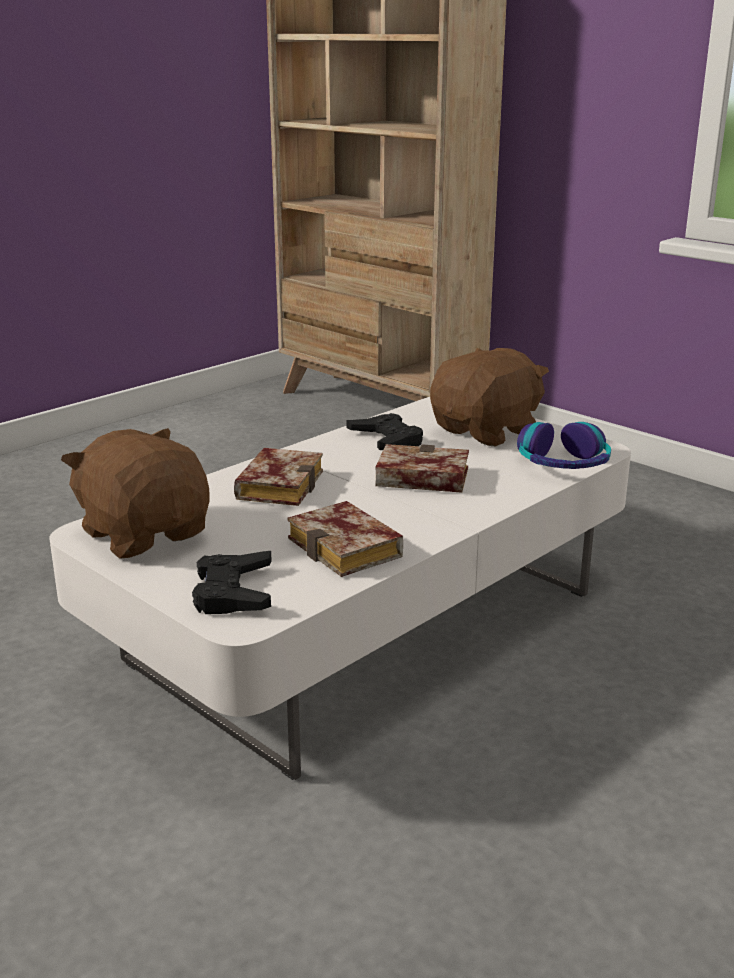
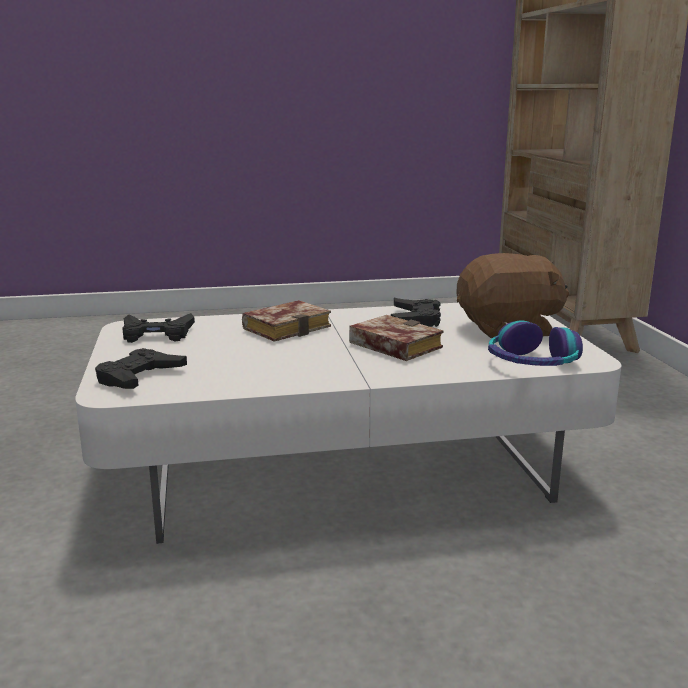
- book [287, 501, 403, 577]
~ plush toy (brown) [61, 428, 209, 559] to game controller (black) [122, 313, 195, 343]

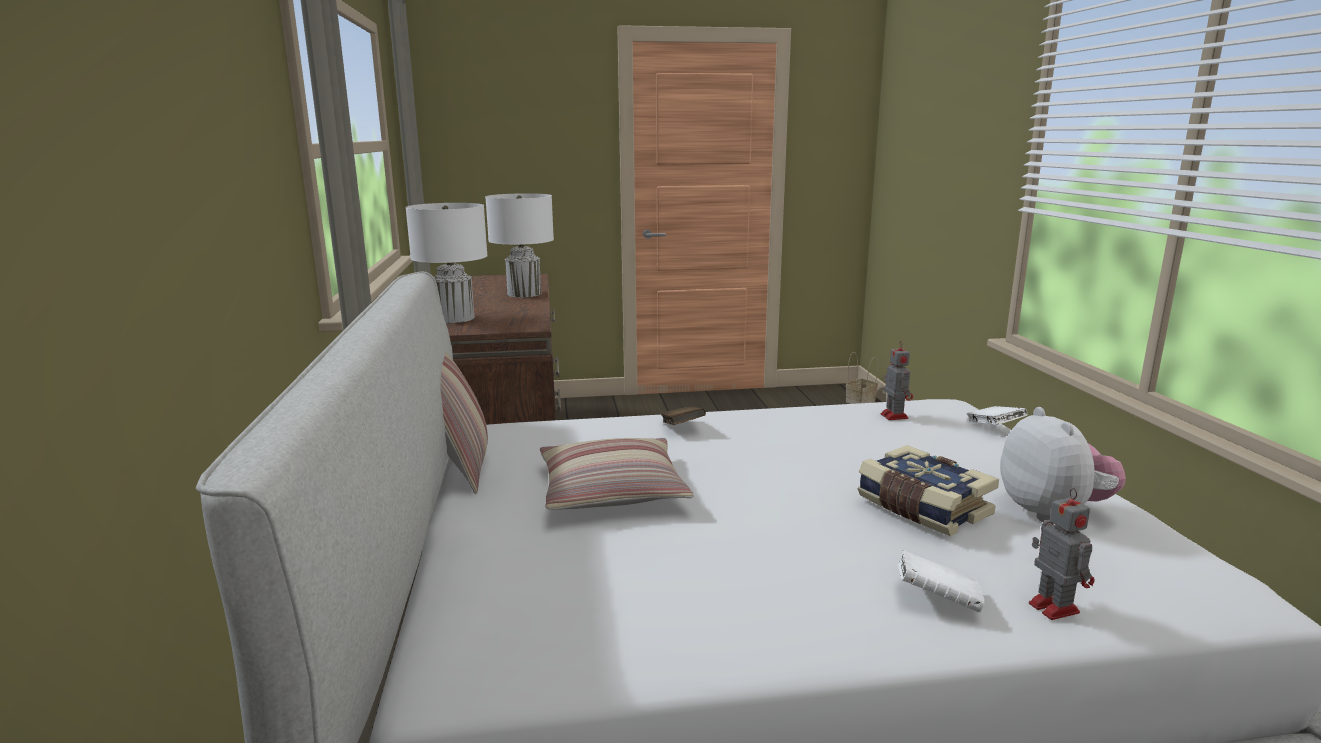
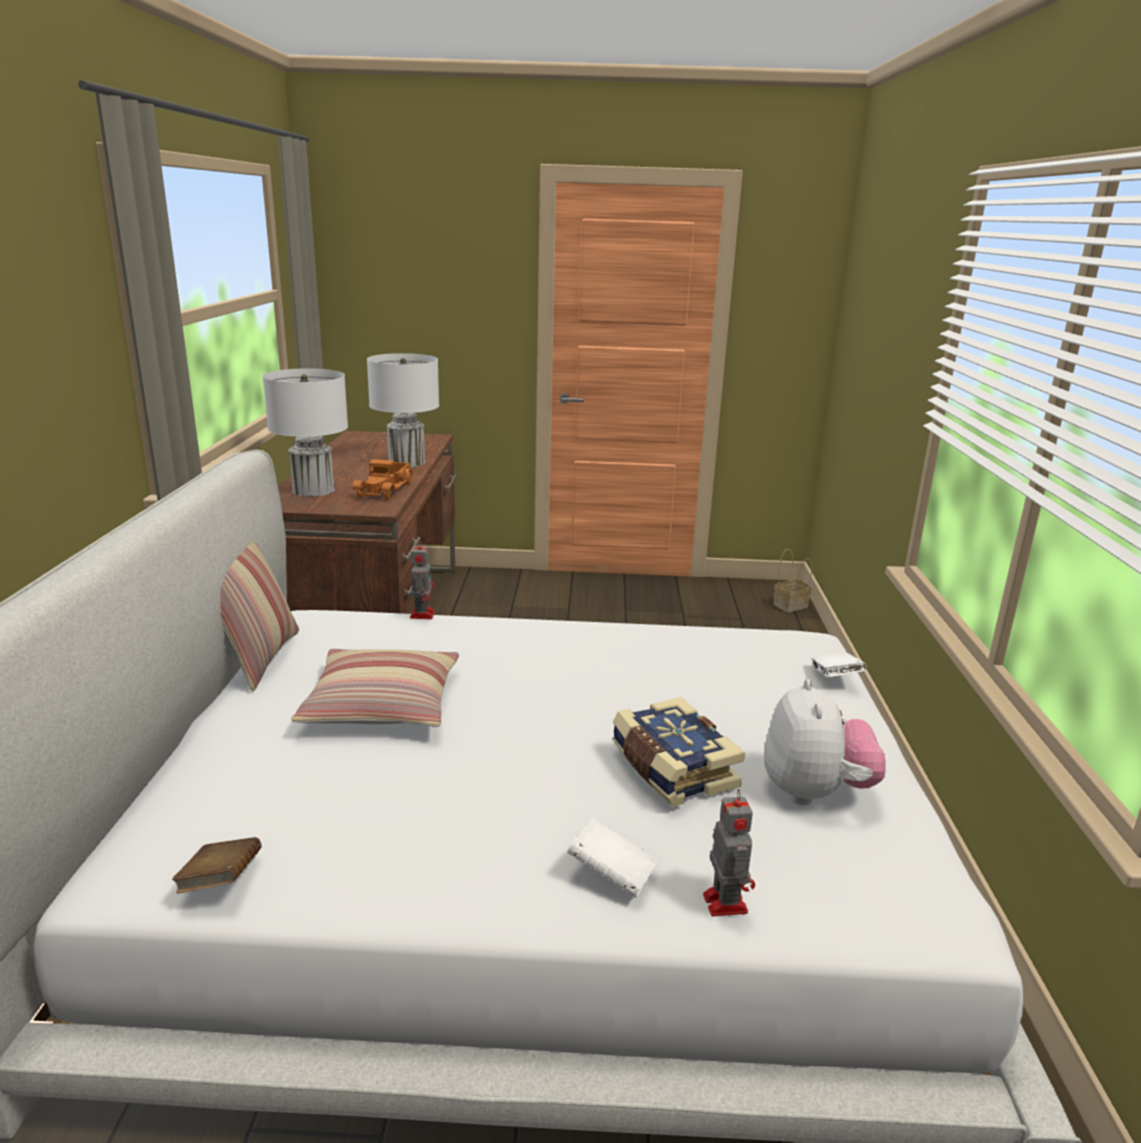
+ toy truck [352, 459, 414, 500]
~ book (brown) [661, 406, 706, 425] to [172, 837, 262, 893]
~ toy robot [881, 341, 913, 420] to [410, 539, 435, 619]

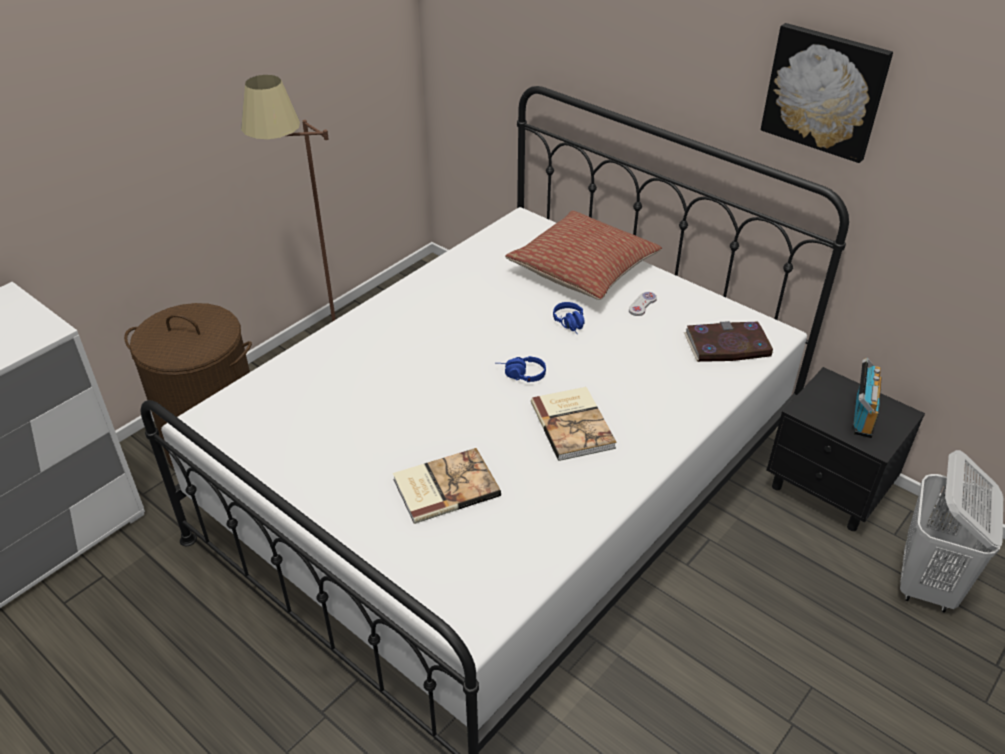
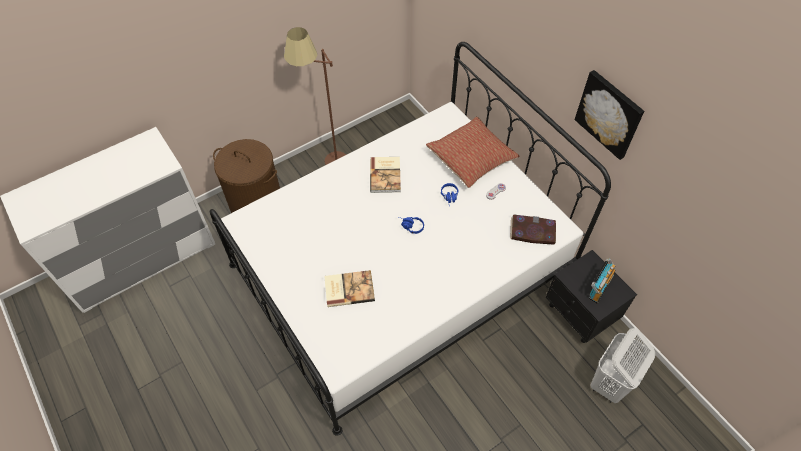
~ book [531, 387, 617, 461] to [370, 157, 401, 193]

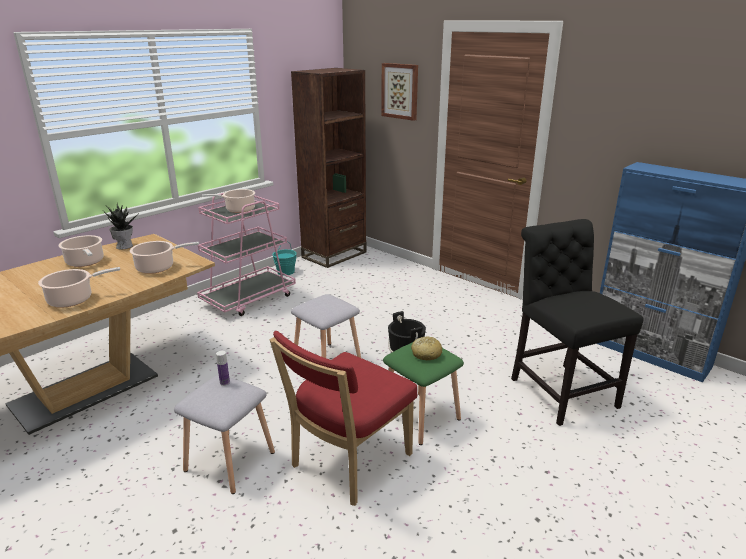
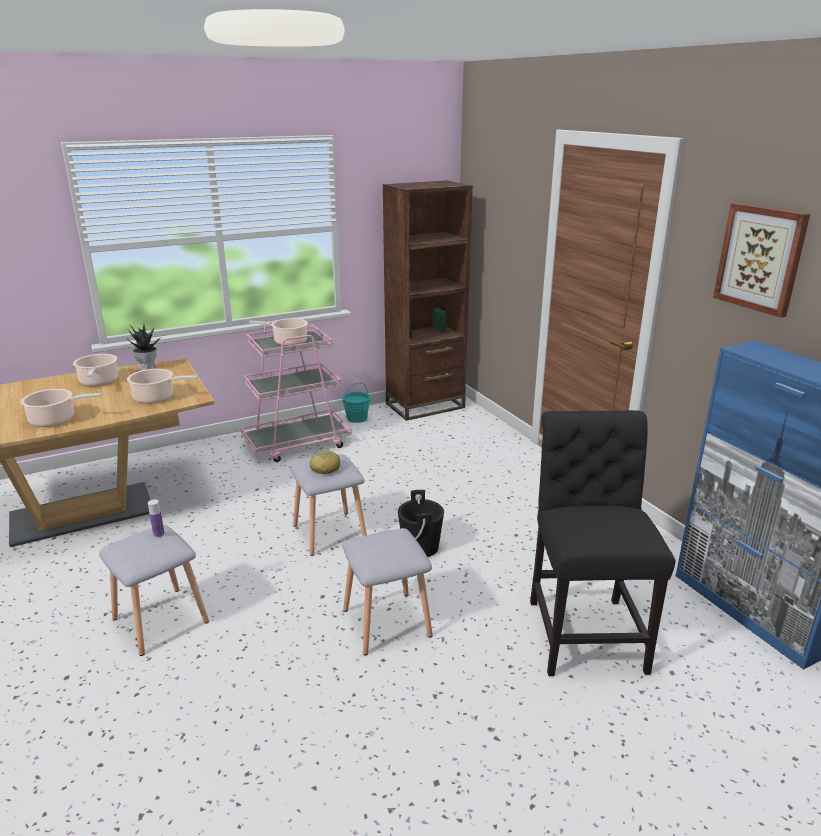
- chair (red) [270, 331, 418, 506]
~ picture [381, 63, 418, 121] to [713, 203, 810, 318]
~ bread [411, 336, 442, 361] to [309, 451, 340, 474]
~ stool (green) [383, 342, 464, 445] to stool (grey) [342, 528, 433, 656]

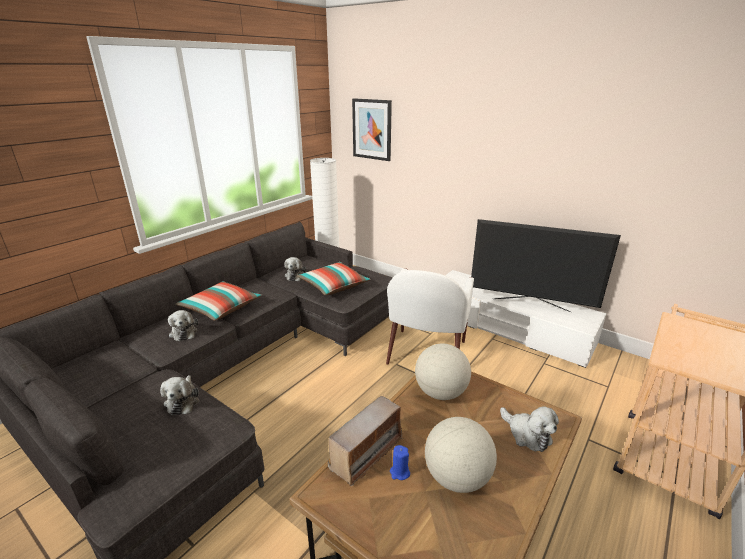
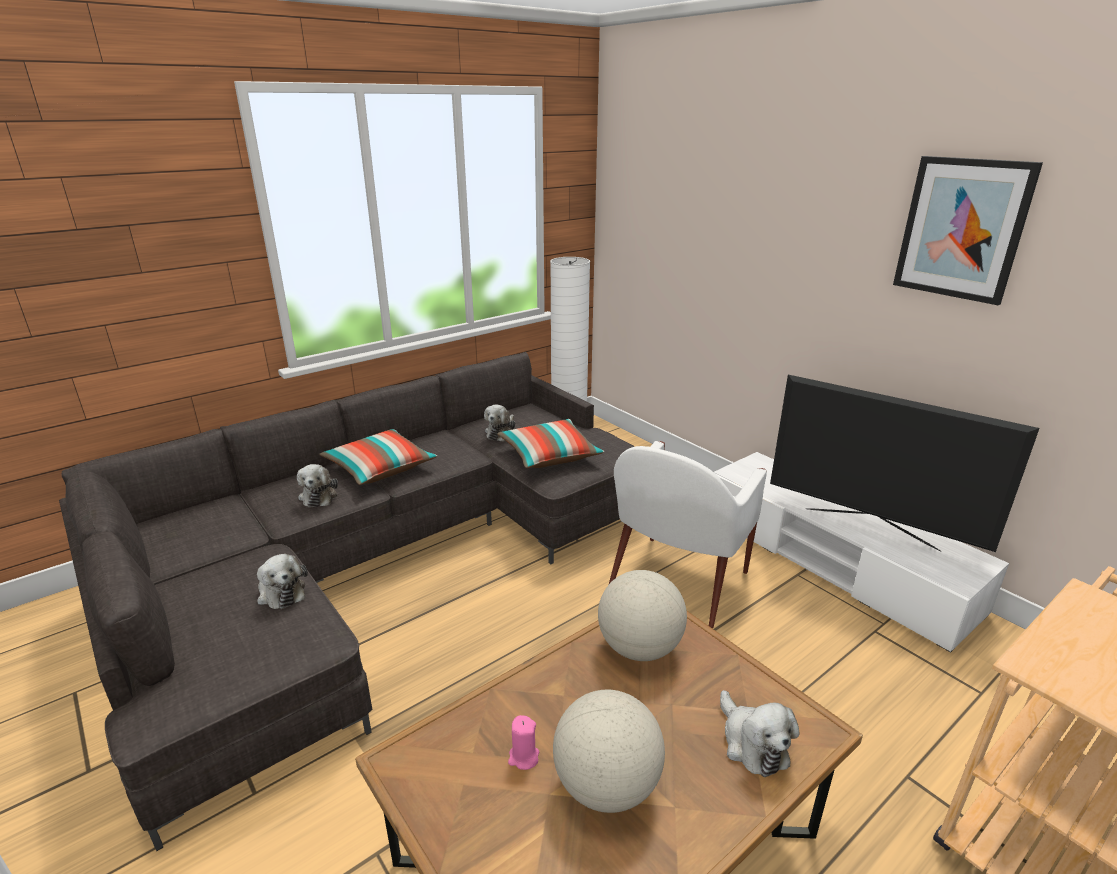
- radio [327, 395, 403, 486]
~ picture [352, 98, 392, 161] to [893, 156, 1043, 305]
~ candle (blue) [390, 445, 410, 480] to candle (pink) [508, 715, 539, 770]
~ plush toy [160, 375, 199, 416] = [257, 554, 308, 609] 45 degrees counterclockwise

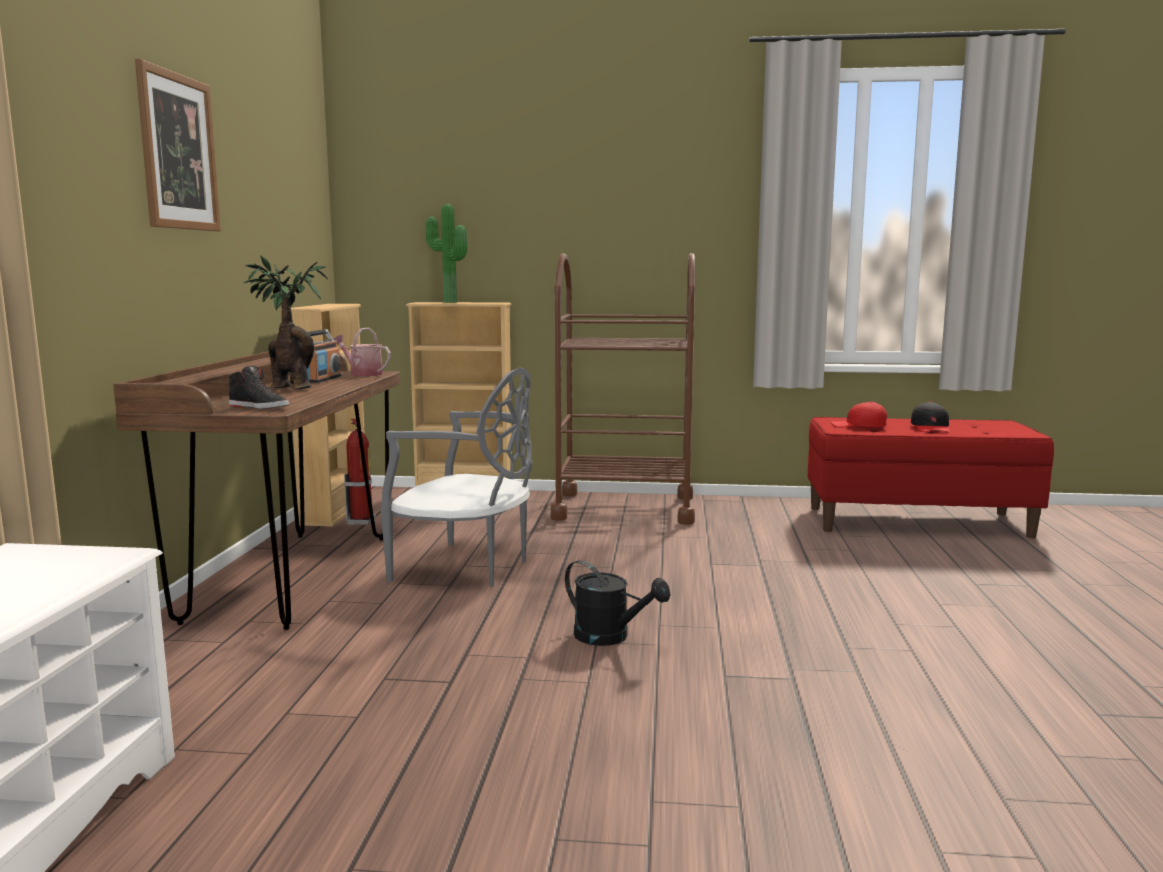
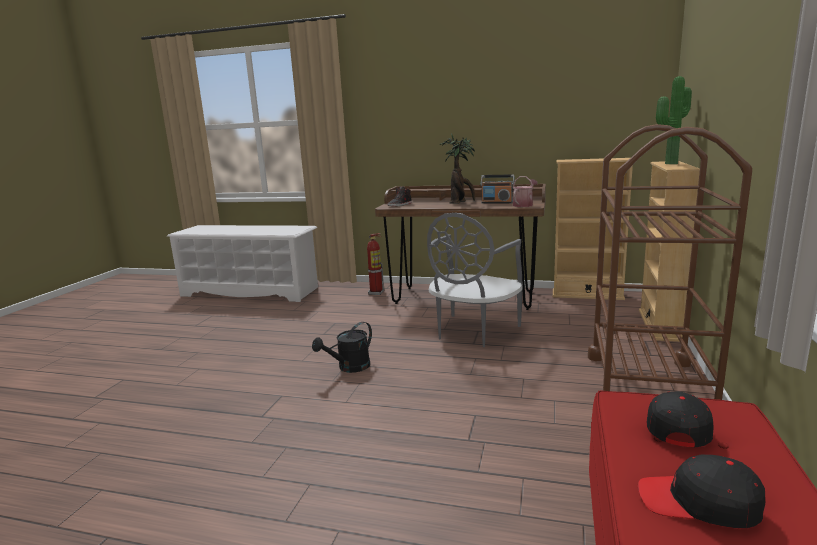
- picture [135, 59, 221, 231]
~ fire extinguisher [344, 419, 376, 525] to [367, 233, 384, 295]
~ cap (red) [831, 402, 887, 427] to cap (black) [646, 392, 714, 447]

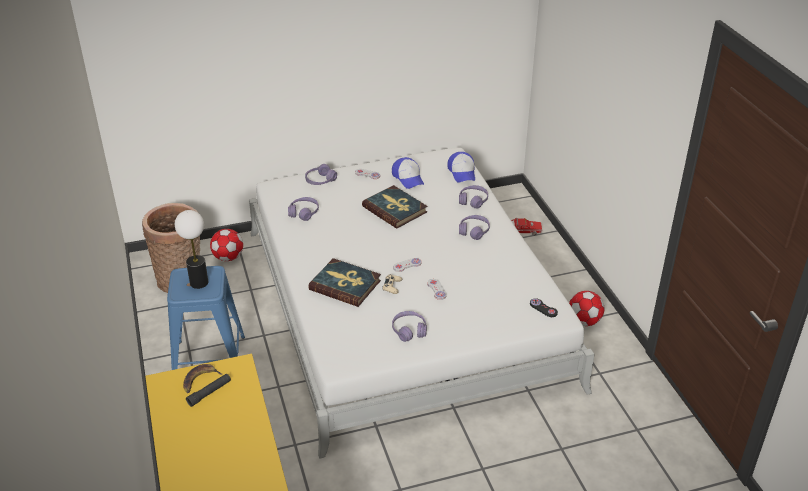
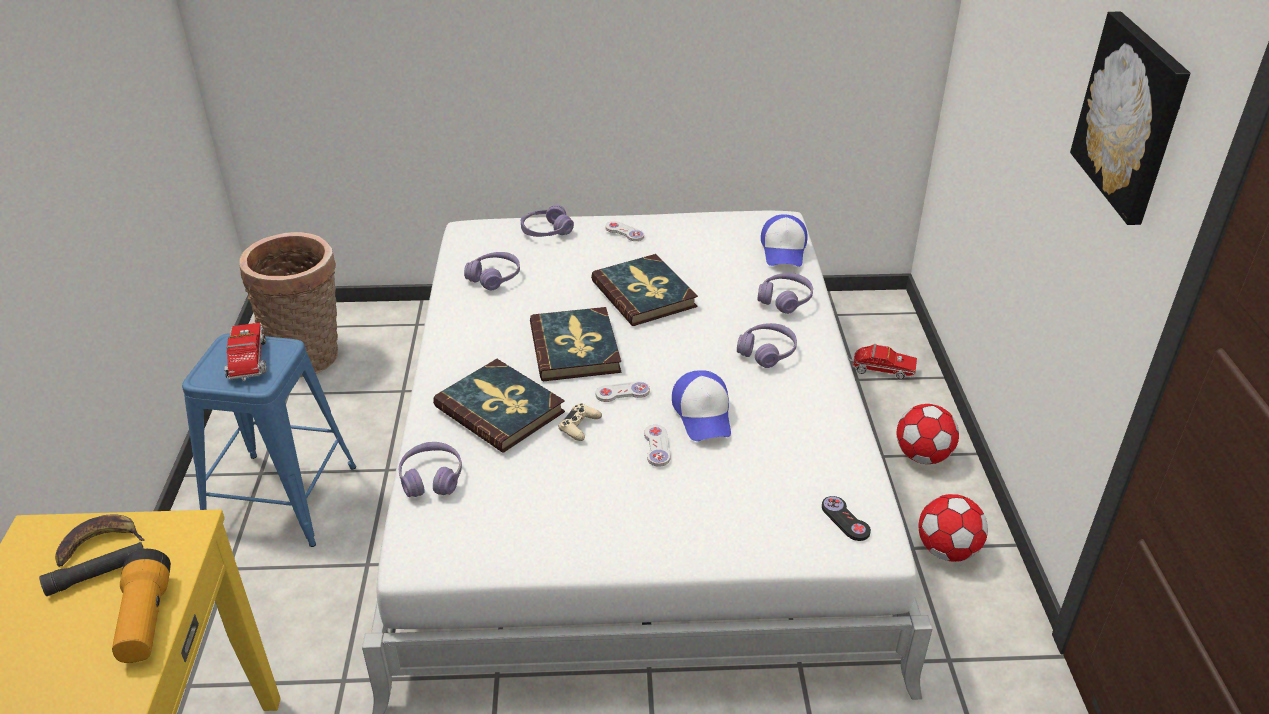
+ flashlight [112, 549, 171, 663]
+ book [530, 307, 621, 381]
+ picture [1070, 12, 1191, 225]
~ football [210, 229, 243, 261] to [897, 404, 959, 464]
~ cap [392, 157, 424, 189] to [672, 370, 731, 441]
~ headphones (purple) [392, 311, 427, 342] to [399, 442, 462, 497]
~ table lamp [175, 210, 209, 289] to toy truck [224, 323, 267, 381]

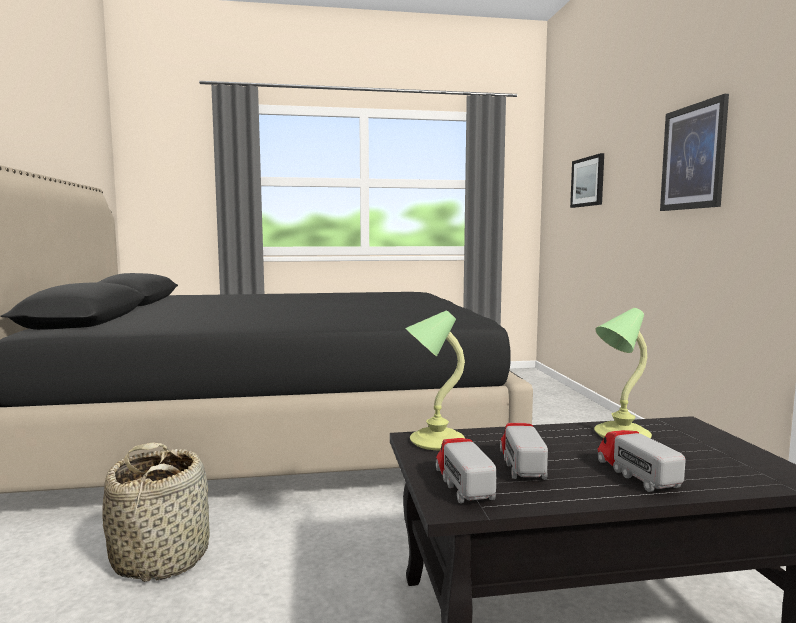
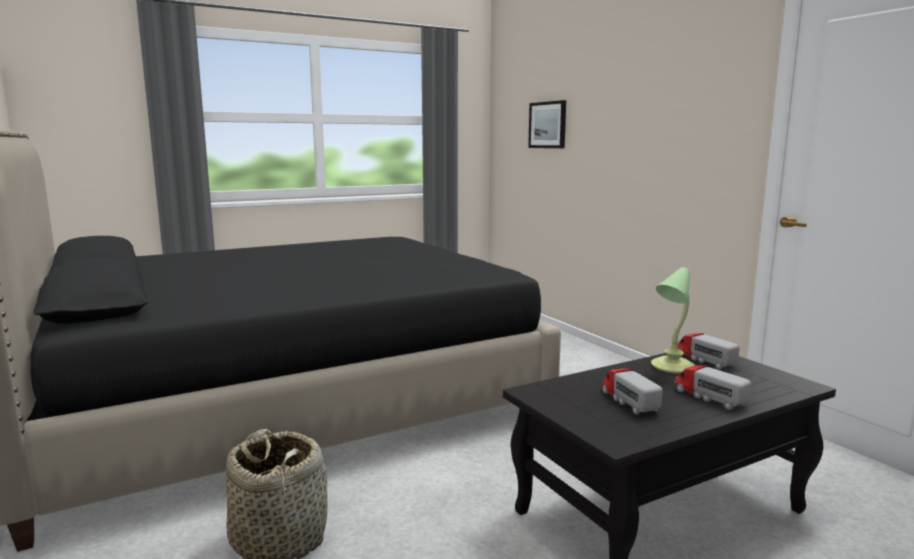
- table lamp [405, 310, 465, 450]
- picture [660, 94, 729, 211]
~ toy truck [436, 438, 497, 503] to [677, 333, 740, 369]

